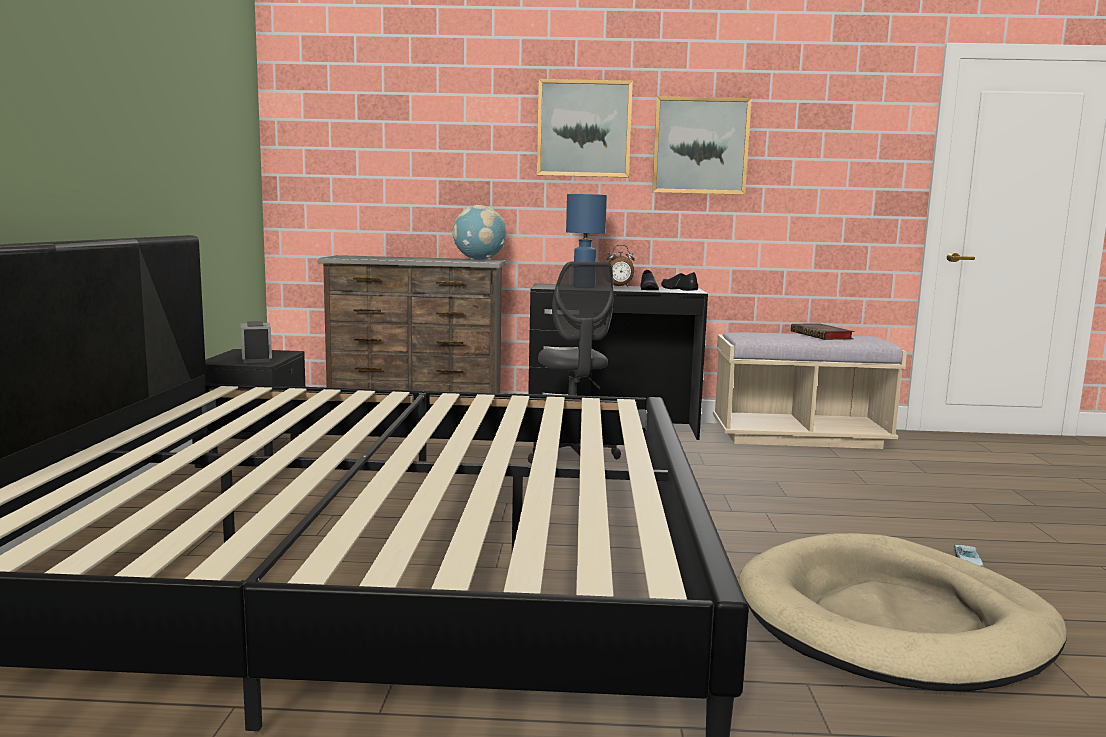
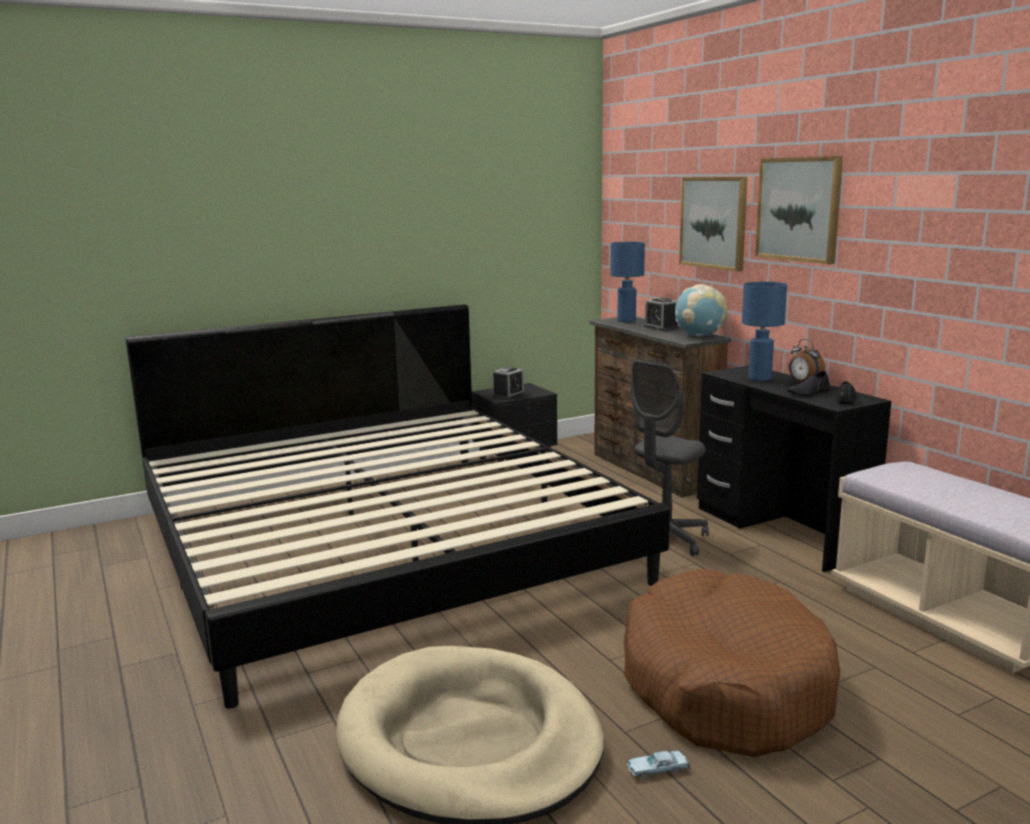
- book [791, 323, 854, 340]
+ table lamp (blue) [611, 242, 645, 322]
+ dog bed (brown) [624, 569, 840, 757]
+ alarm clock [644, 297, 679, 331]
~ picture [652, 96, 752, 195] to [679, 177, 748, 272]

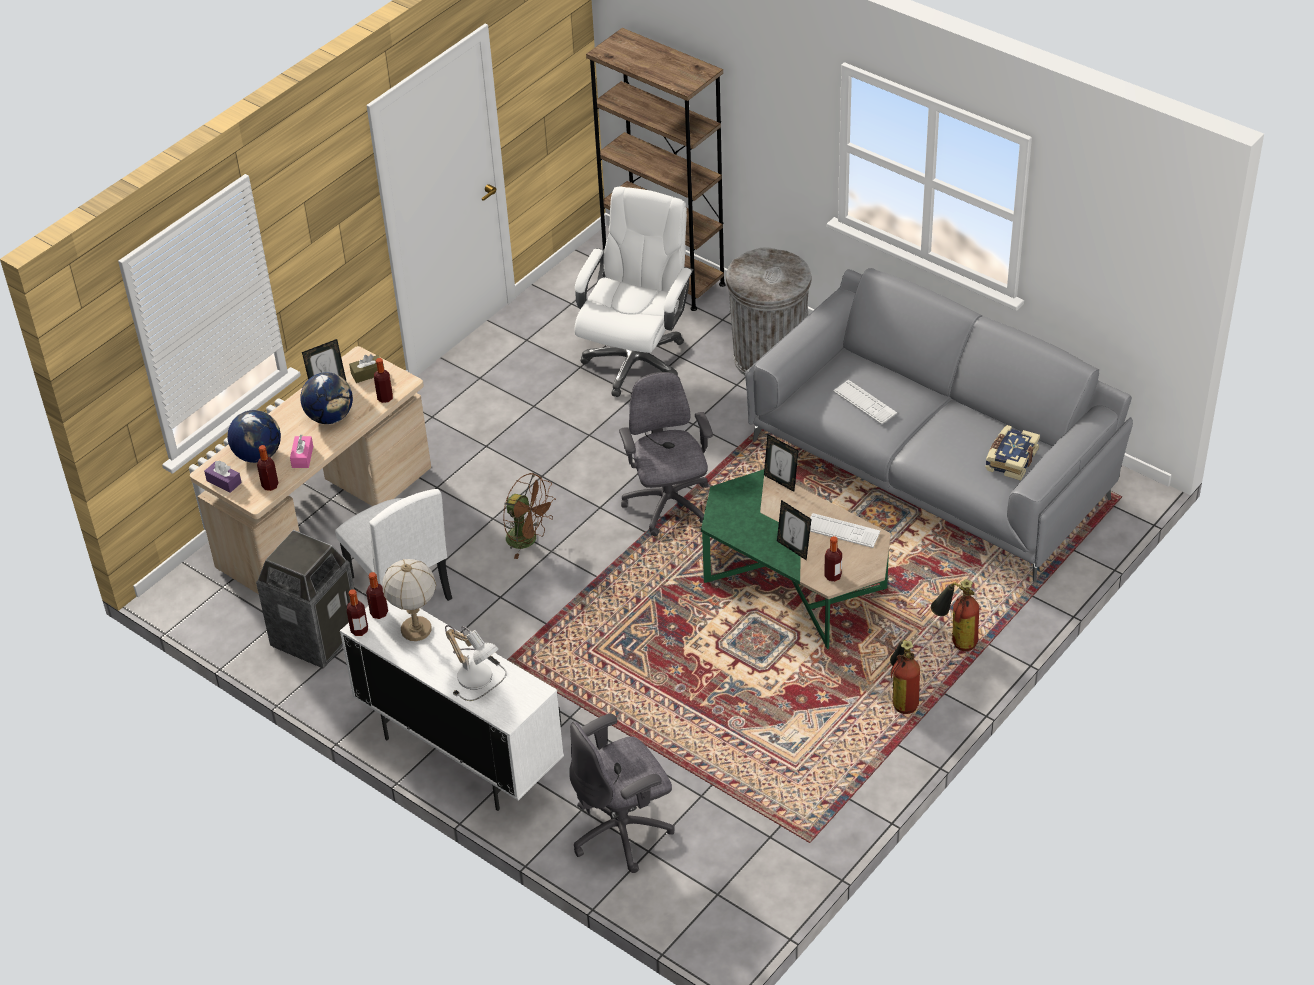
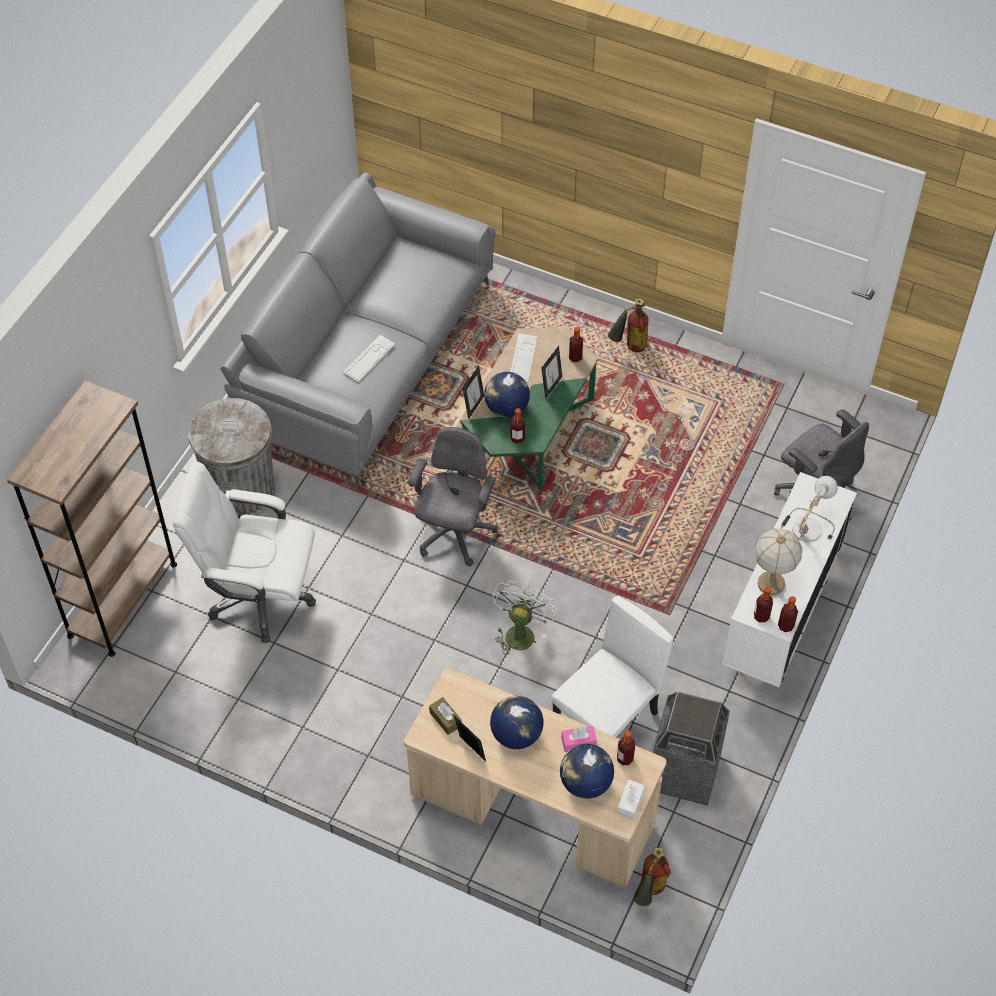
- book [985, 425, 1040, 481]
+ globe [484, 372, 530, 417]
~ bottle [374, 358, 393, 403] to [510, 408, 525, 444]
~ fire extinguisher [931, 579, 979, 651] to [634, 847, 671, 906]
~ tissue box (purple) [204, 461, 242, 493] to tissue box (white) [617, 780, 645, 819]
~ fan (brown) [503, 473, 556, 559] to fan (white) [492, 581, 556, 655]
~ office chair (grey) [619, 372, 713, 536] = [408, 427, 498, 566] 135 degrees clockwise

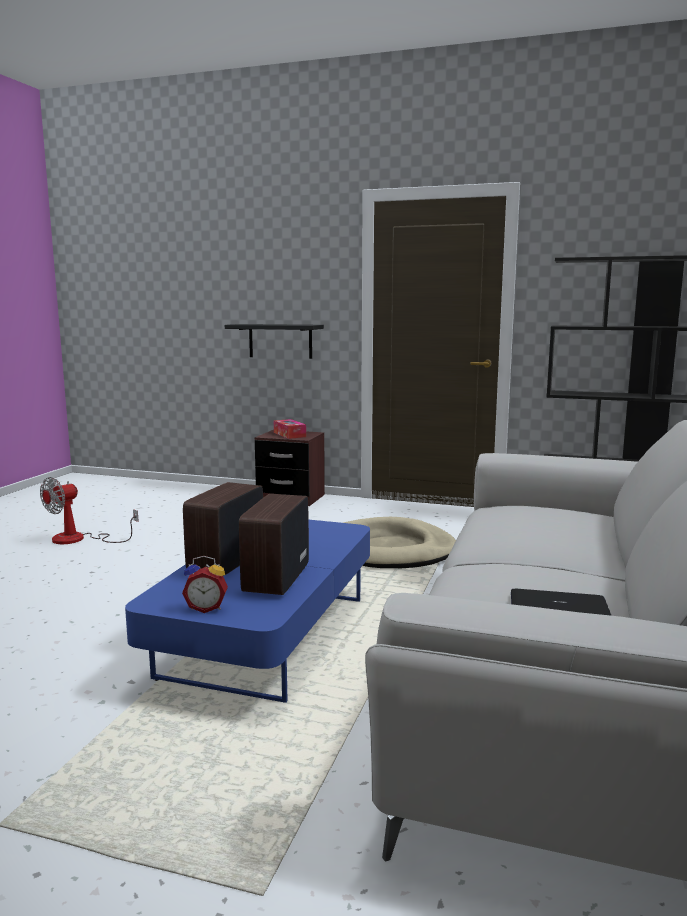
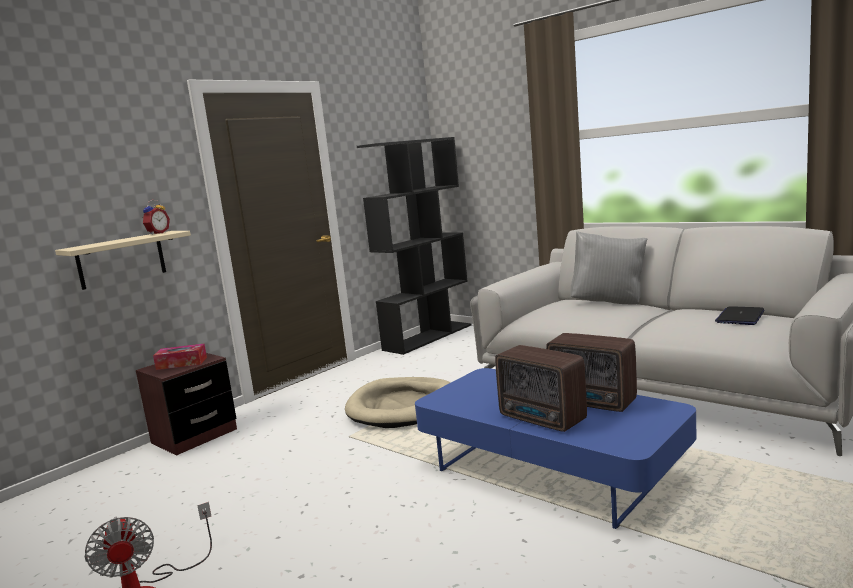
+ pillow (grey) [571, 231, 647, 304]
~ alarm clock [182, 556, 228, 613] to [142, 200, 170, 235]
~ shelf (black) [225, 324, 324, 359] to shelf (beige) [55, 231, 191, 290]

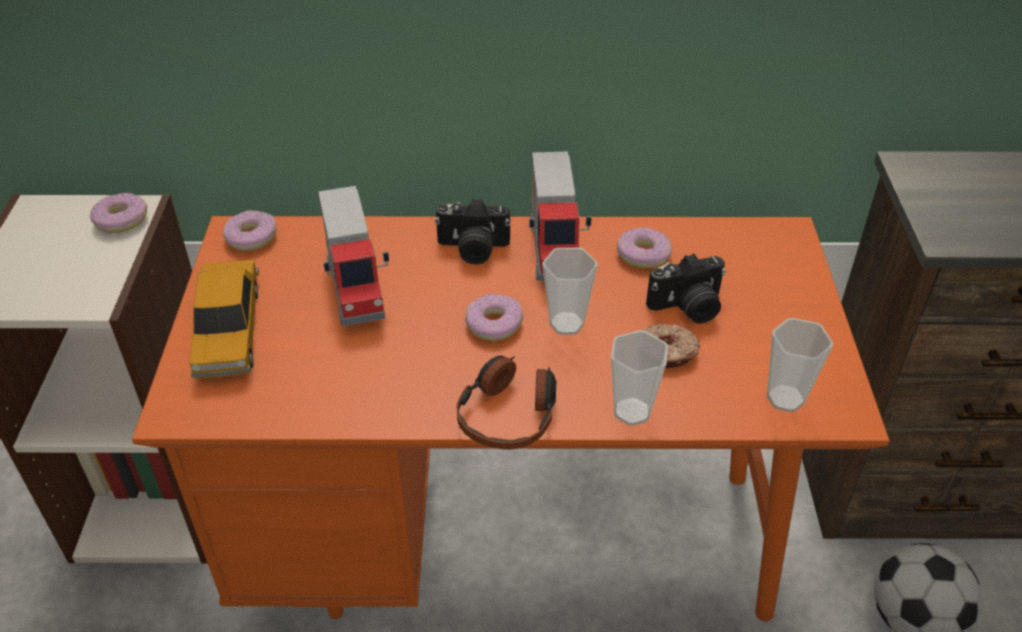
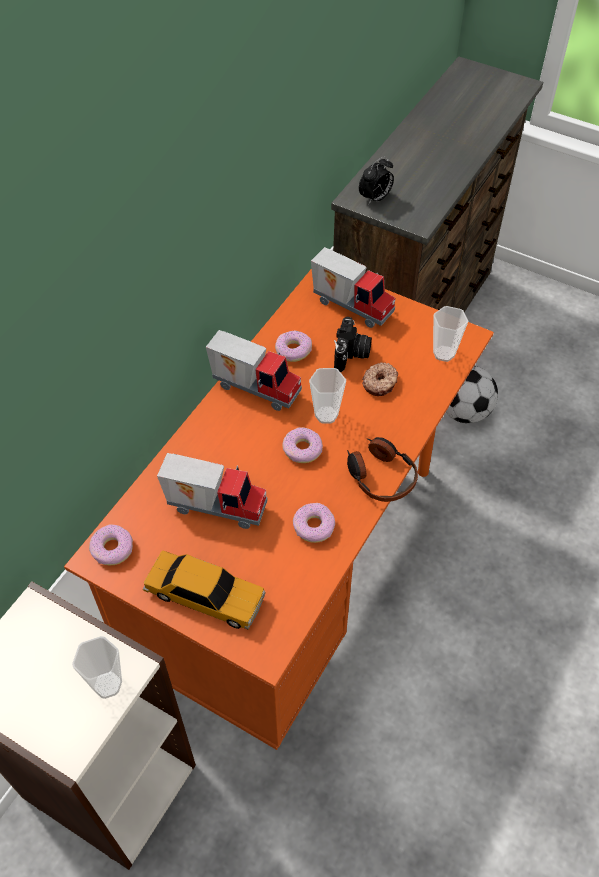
- photo camera [435, 199, 511, 264]
+ toy truck [311, 247, 395, 328]
+ alarm clock [359, 156, 394, 205]
~ donut [90, 192, 147, 233] to [293, 503, 335, 543]
~ cup [611, 330, 668, 426] to [72, 636, 122, 699]

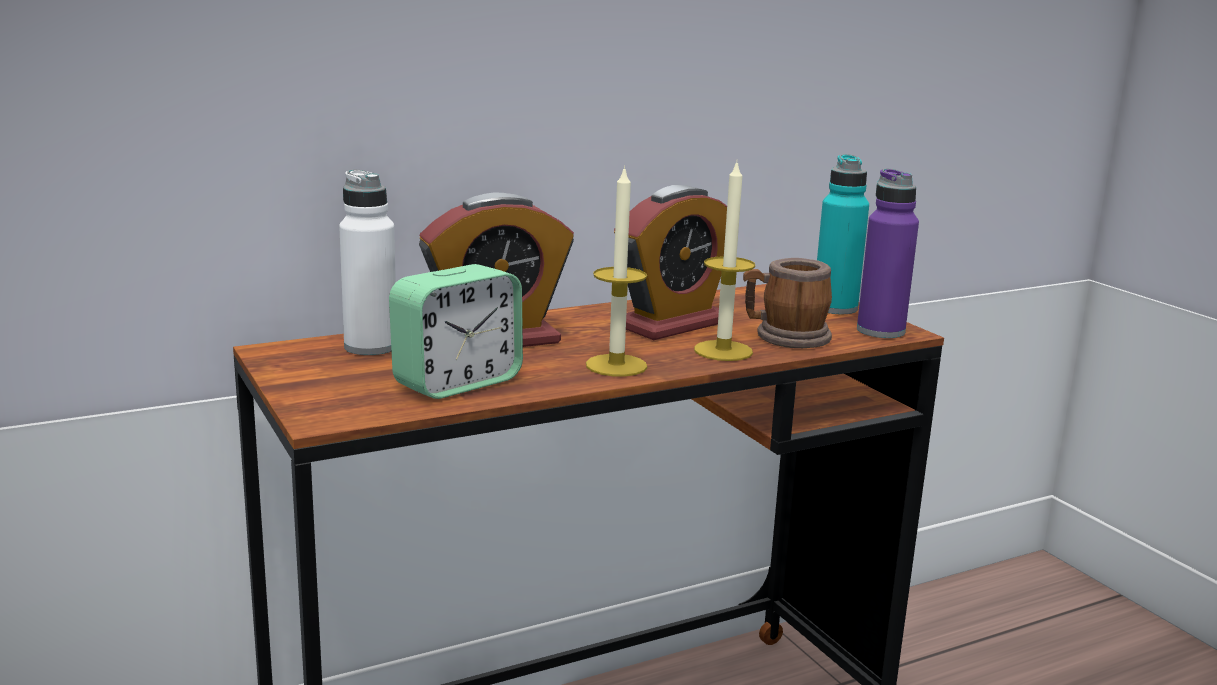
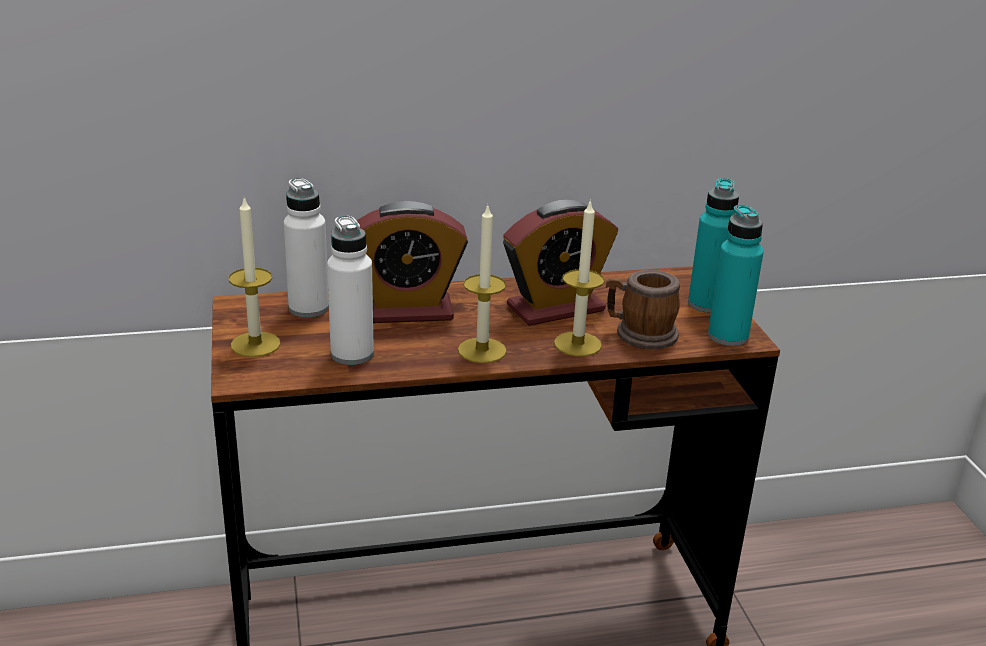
+ candle [229, 197, 281, 357]
~ alarm clock [389, 264, 523, 399] to bottle (white) [327, 216, 374, 365]
~ bottle (purple) [857, 169, 919, 338] to bottle (turquoise) [708, 204, 764, 346]

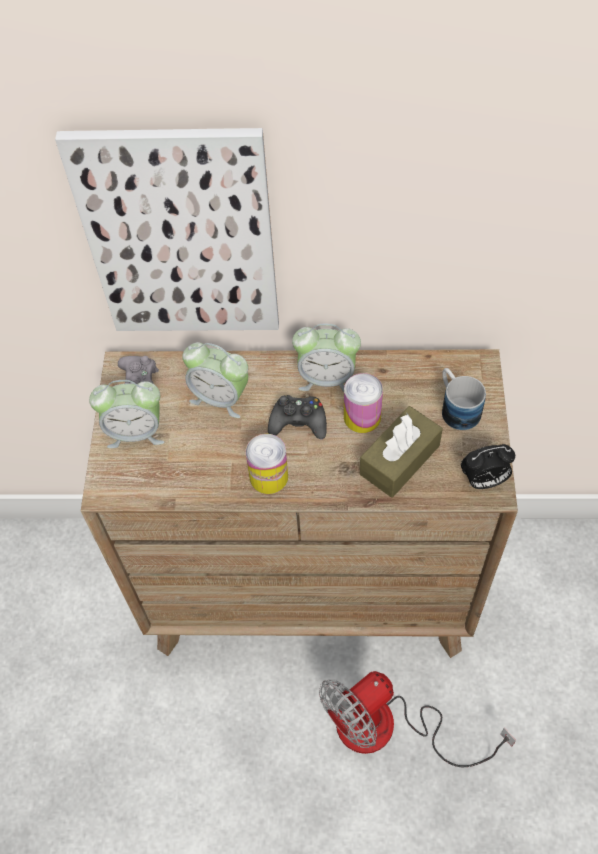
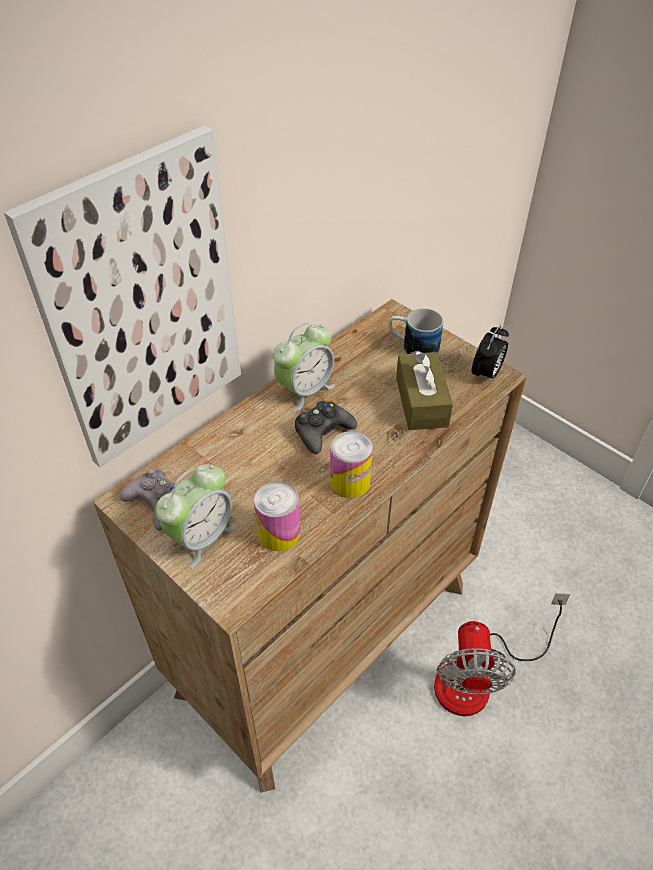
- alarm clock [182, 342, 248, 418]
~ can [344, 373, 383, 433] to [254, 481, 300, 551]

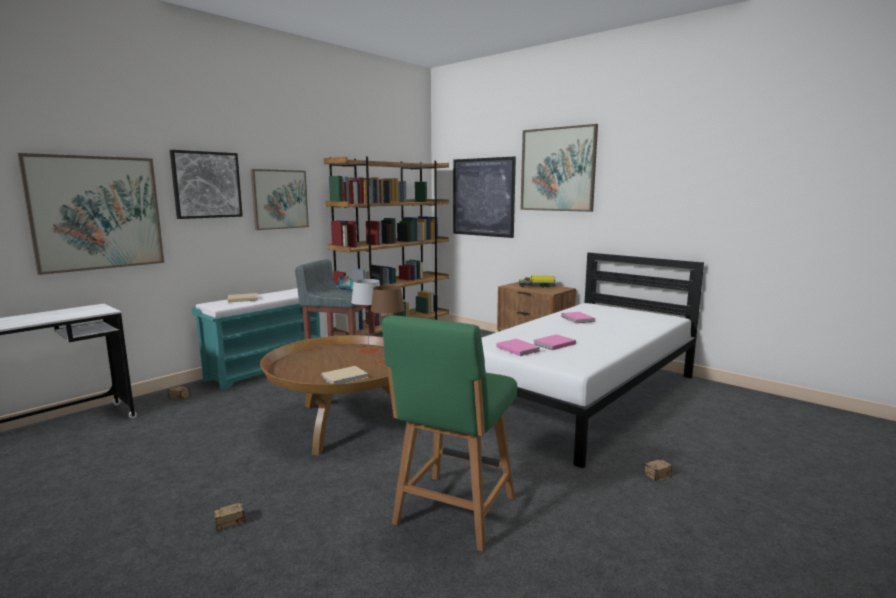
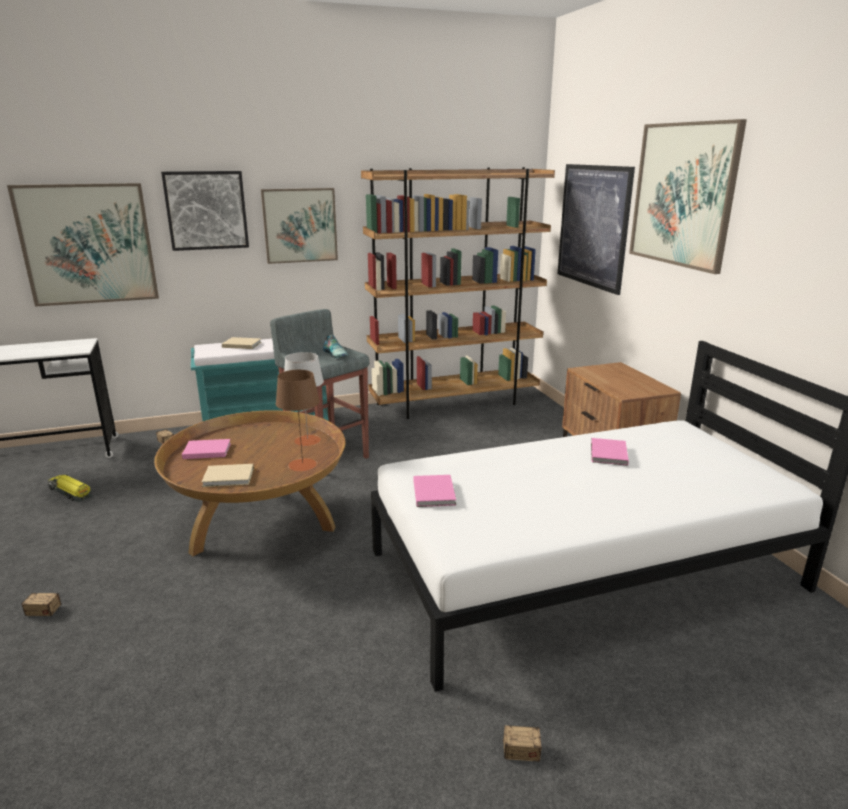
- chair (green) [382, 315, 517, 552]
~ toy truck [519, 275, 556, 288] to [48, 474, 93, 502]
~ book (pink) [534, 334, 576, 350] to [182, 439, 231, 459]

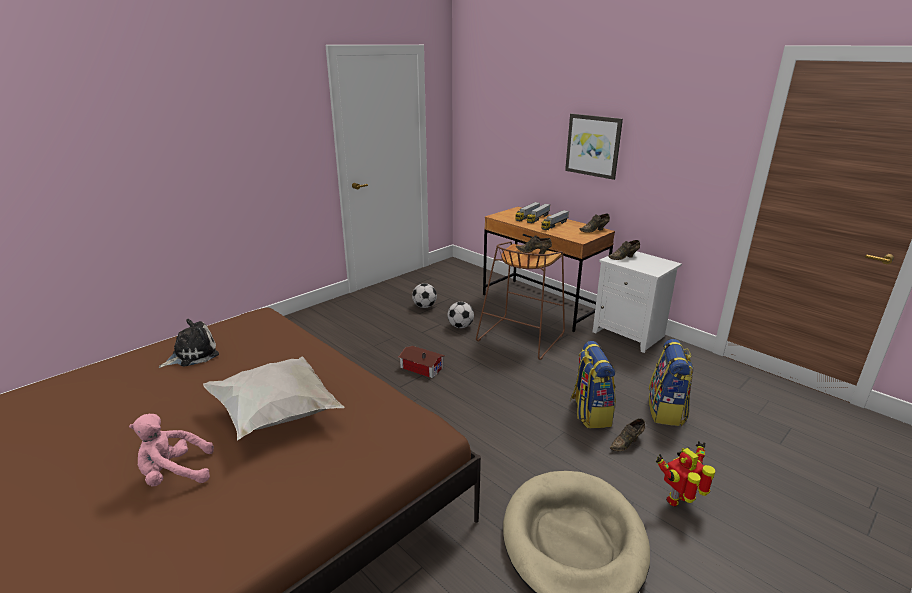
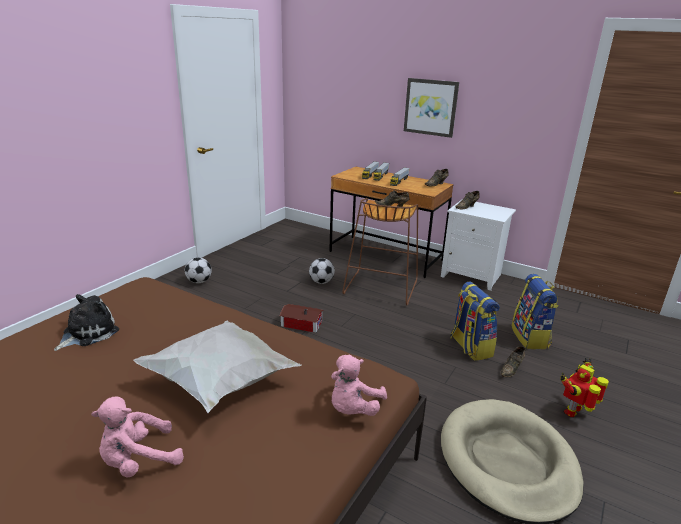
+ plush toy (pink) [331, 355, 387, 416]
~ football [412, 283, 437, 308] to [185, 257, 212, 283]

